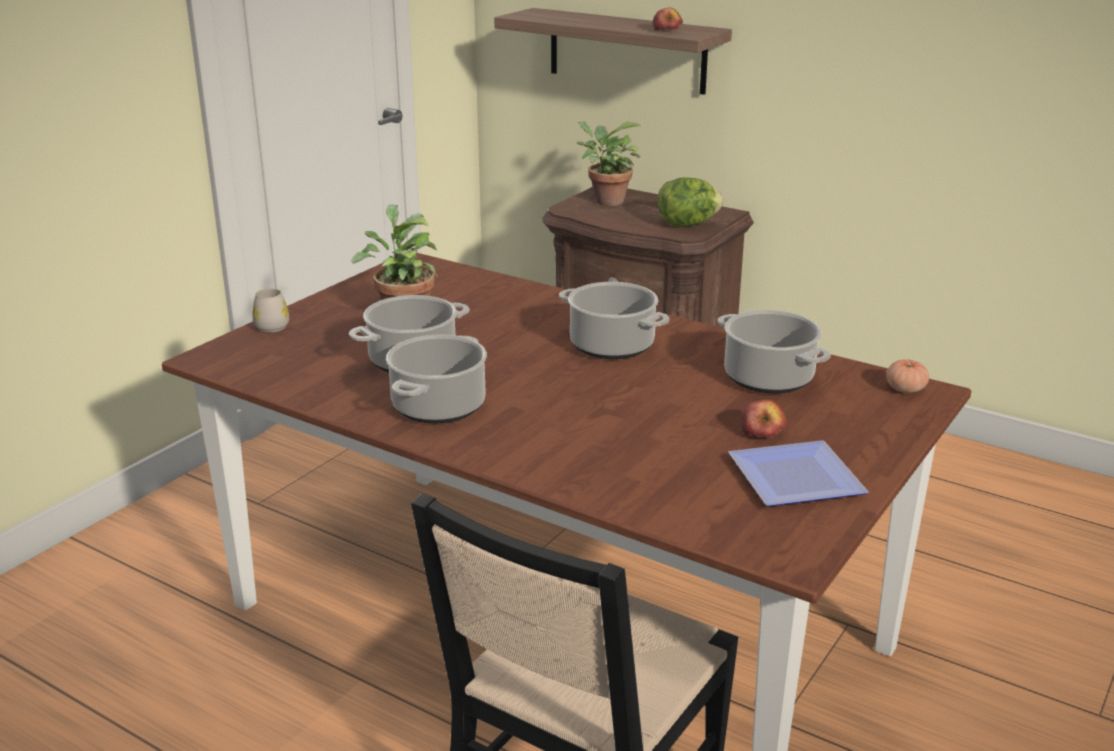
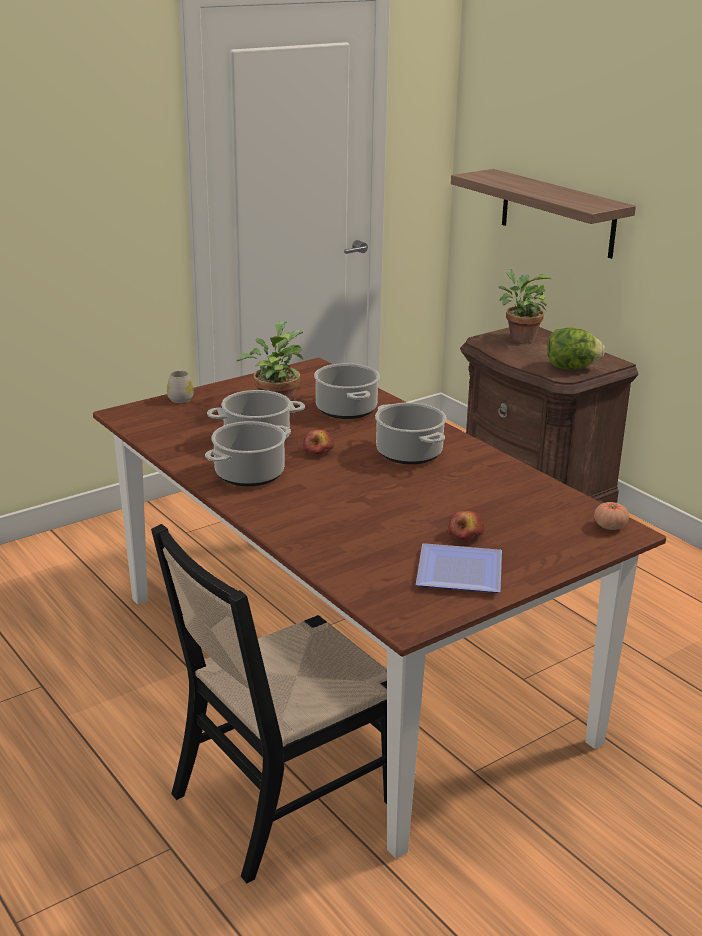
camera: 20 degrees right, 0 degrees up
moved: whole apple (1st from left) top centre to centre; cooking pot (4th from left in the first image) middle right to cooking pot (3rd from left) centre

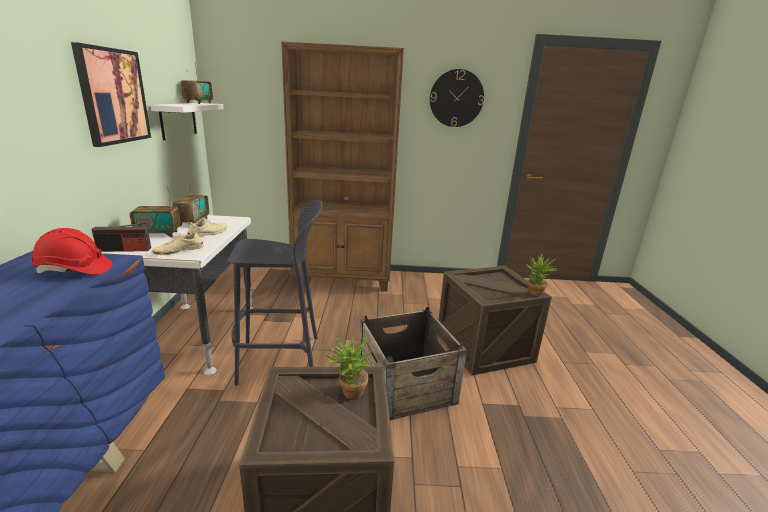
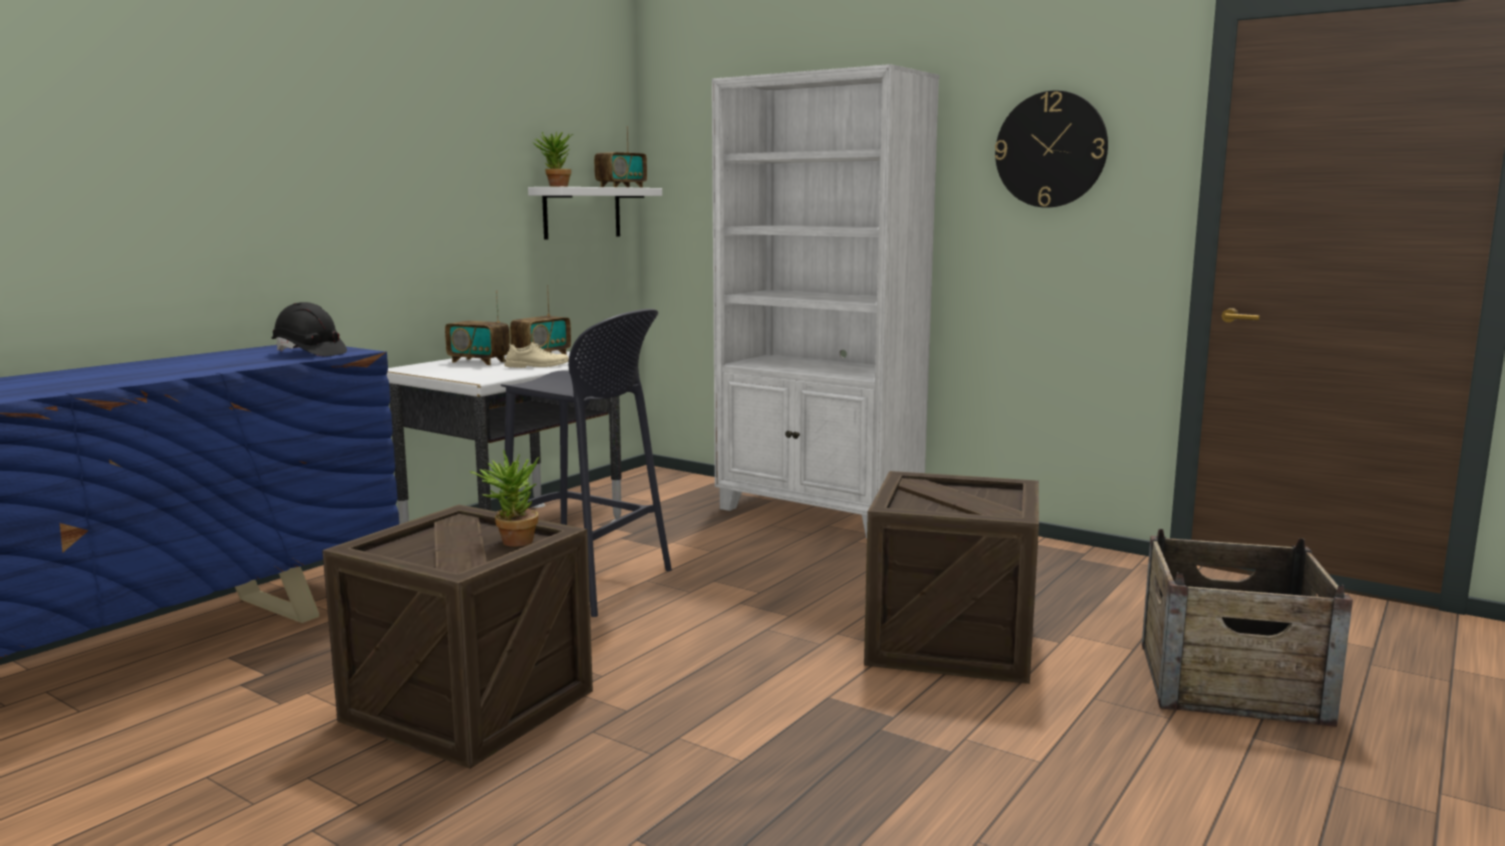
camera: 35 degrees right, 10 degrees down
removed: picture top left; radio receiver (1st from left) middle left; beige-coloured low shoe (1st from left) middle left
moved: potted plant (2nd from left) middle right to top centre; shipping crate (2nd from left in the first image) bottom centre to shipping crate (3rd from left) bottom right
recoloured: brownish bookshelf top centre to white-coloured bookshelf centre; reddish safety helmet middle left to blackish safety helmet middle left

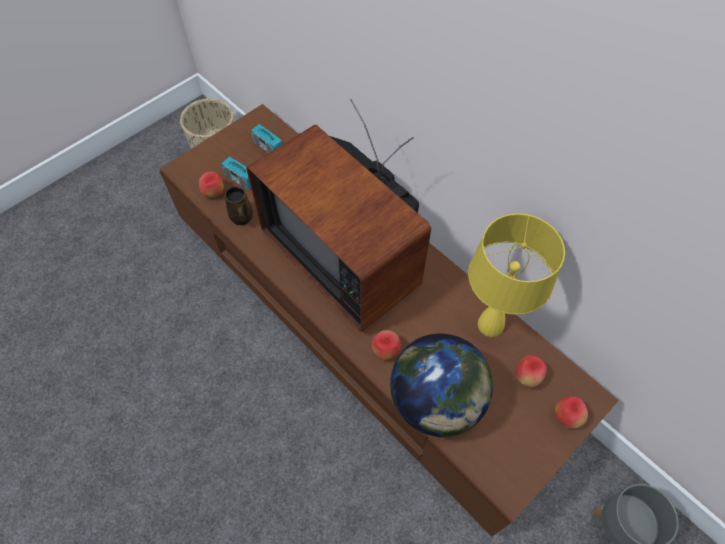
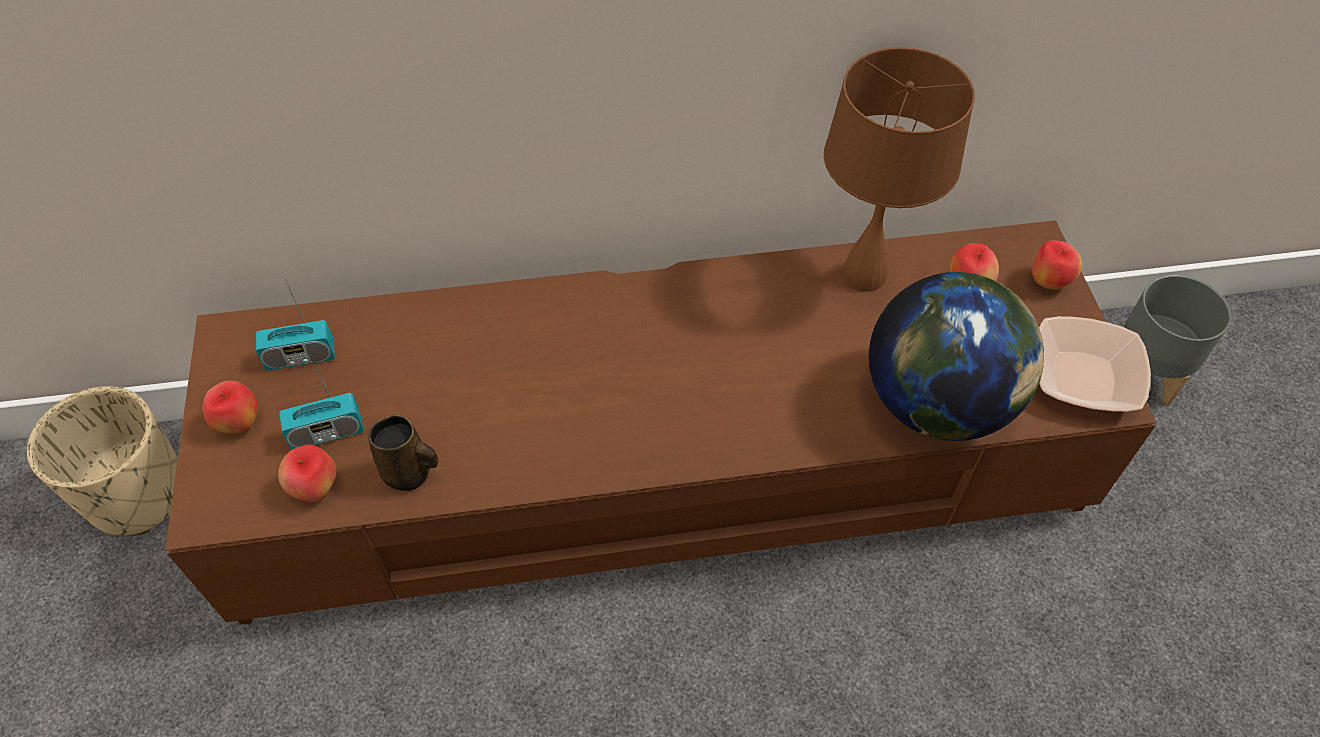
camera: 55 degrees left, 5 degrees down
removed: TV set centre
added: serving bowl middle right
moved: whole apple (2nd from left in the first image) centre to whole apple (1st from left) middle left
recoloured: yellowish lamp for a table middle right to brownish lamp for a table top right

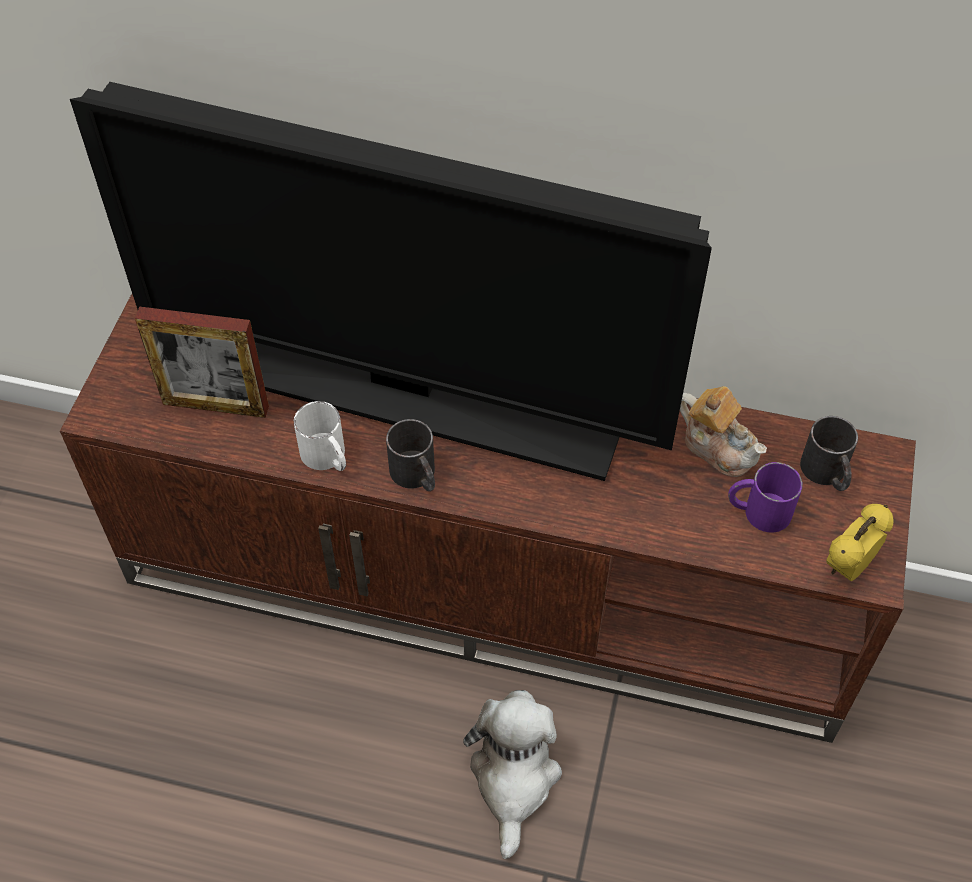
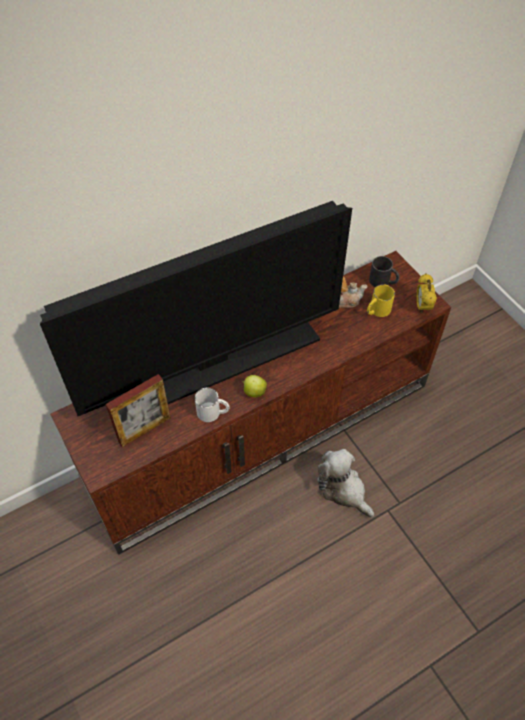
camera: 45 degrees left, 0 degrees up
replaced: blackish mug (1st from left) centre to whole apple centre
recoloured: purple mug middle right to yellowish mug middle right

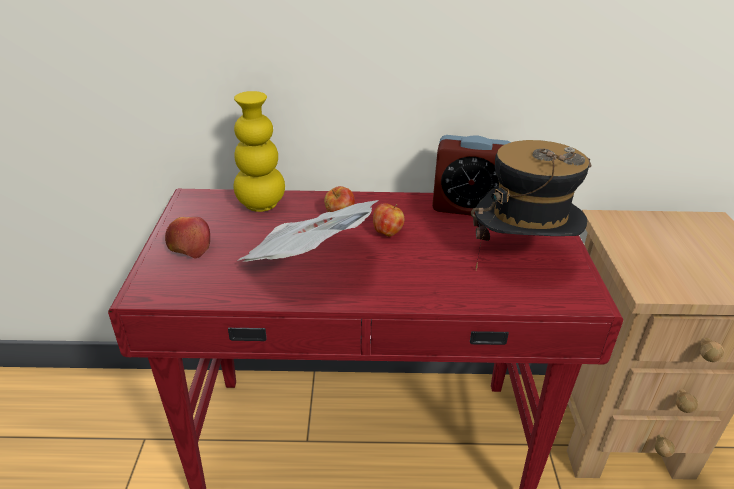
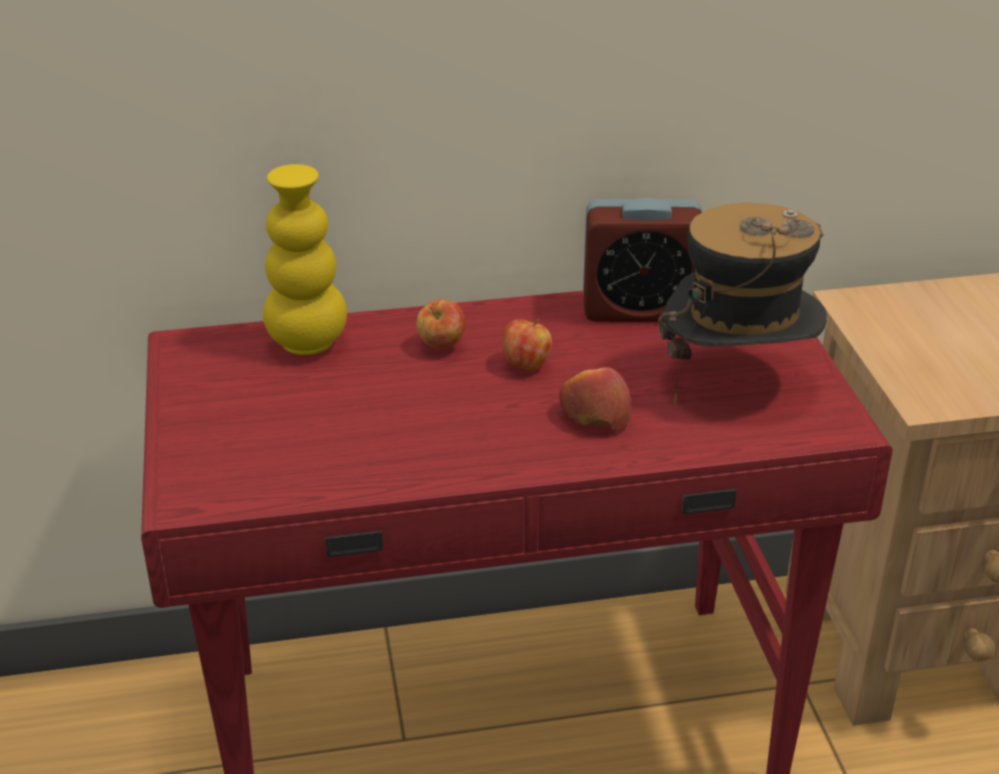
camera: 10 degrees left, 0 degrees up
removed: newspaper centre
moved: whole apple (1st from left in the first image) middle left to whole apple (3rd from left) centre

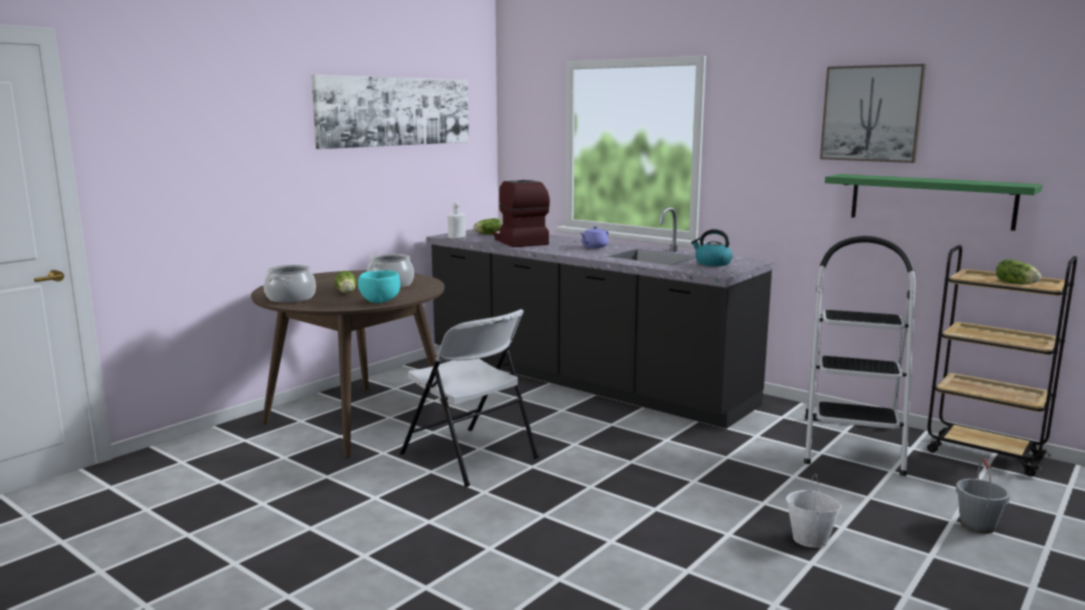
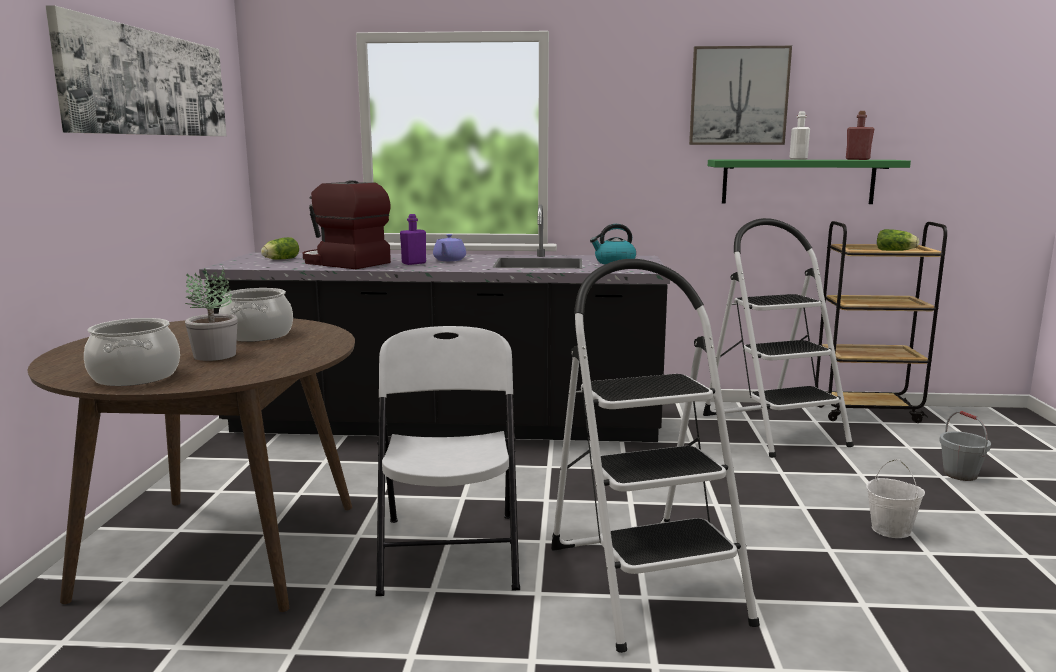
camera: 35 degrees left, 0 degrees up
removed: turquoise serving bowl centre
added: reddish beverage bottle top right; purple beverage bottle centre; step stool (1st from left) bottom centre
moved: white-coloured beverage bottle centre to top right
replaced: lettuce head (1st from left) middle left to potted plant middle left
turned: white-coloured upright chair centre = bottom centre 105 degrees counterclockwise

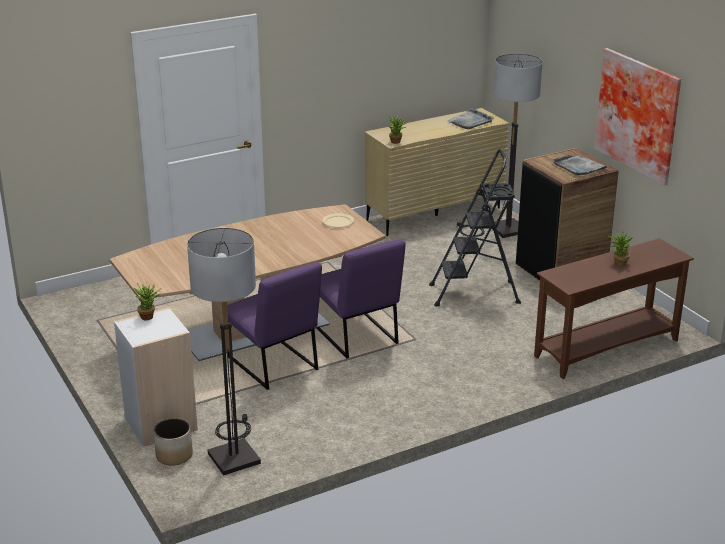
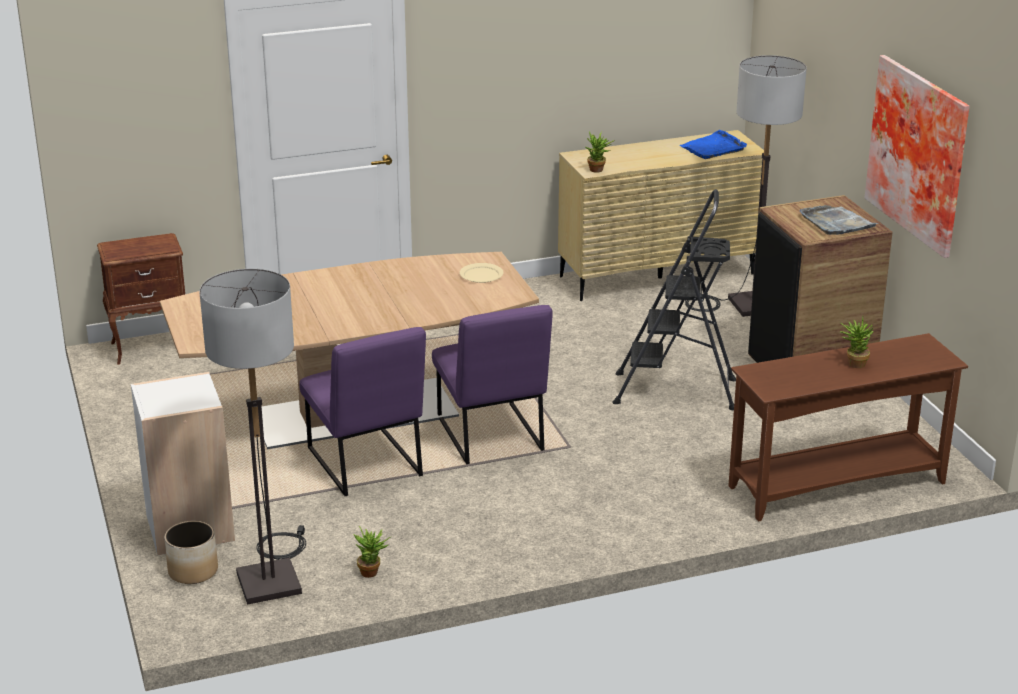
camera: 10 degrees right, 0 degrees up
added: brownish bedside table middle left
moved: potted plant (1st from left) middle left to bottom centre
recoloured: greyish serving tray (1st from left) top centre to bluish serving tray top right

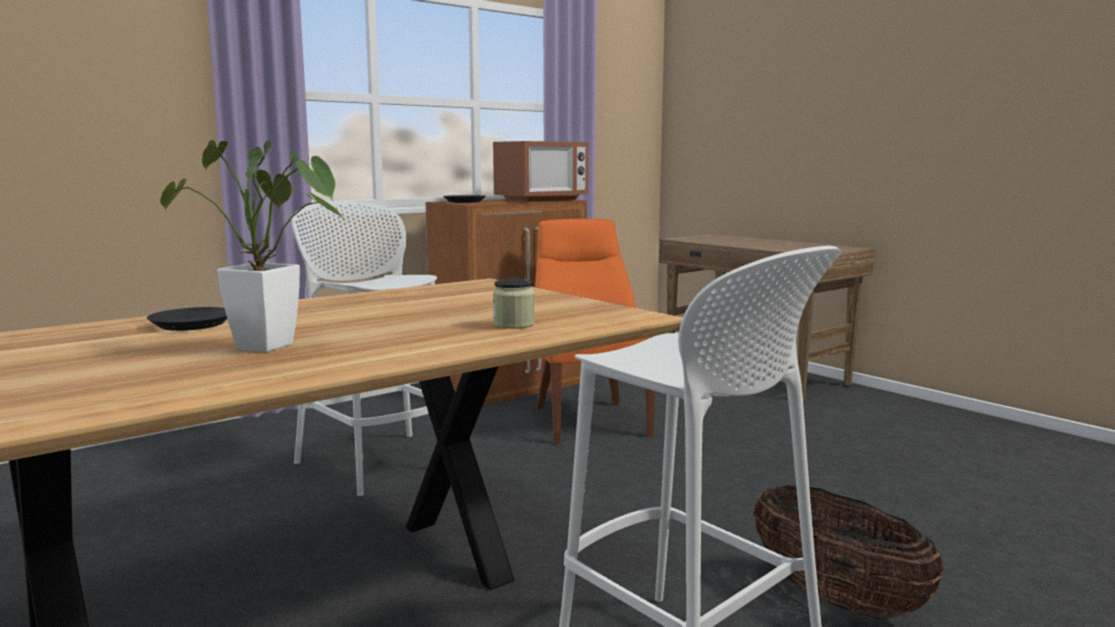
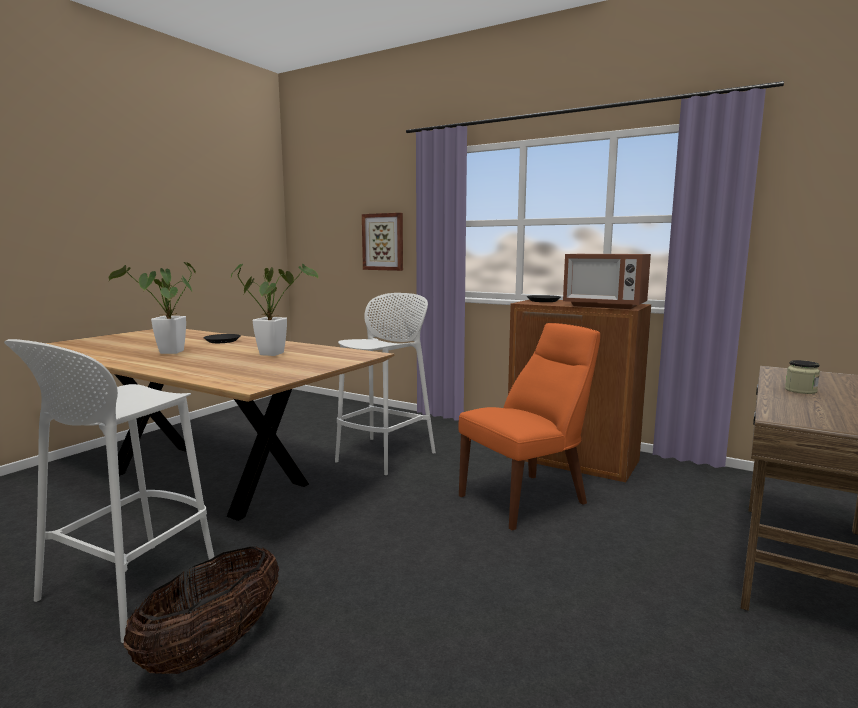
camera: 70 degrees right, 0 degrees up
added: picture centre; potted plant (2nd from left) middle left
moved: preserve jar centre to middle right

